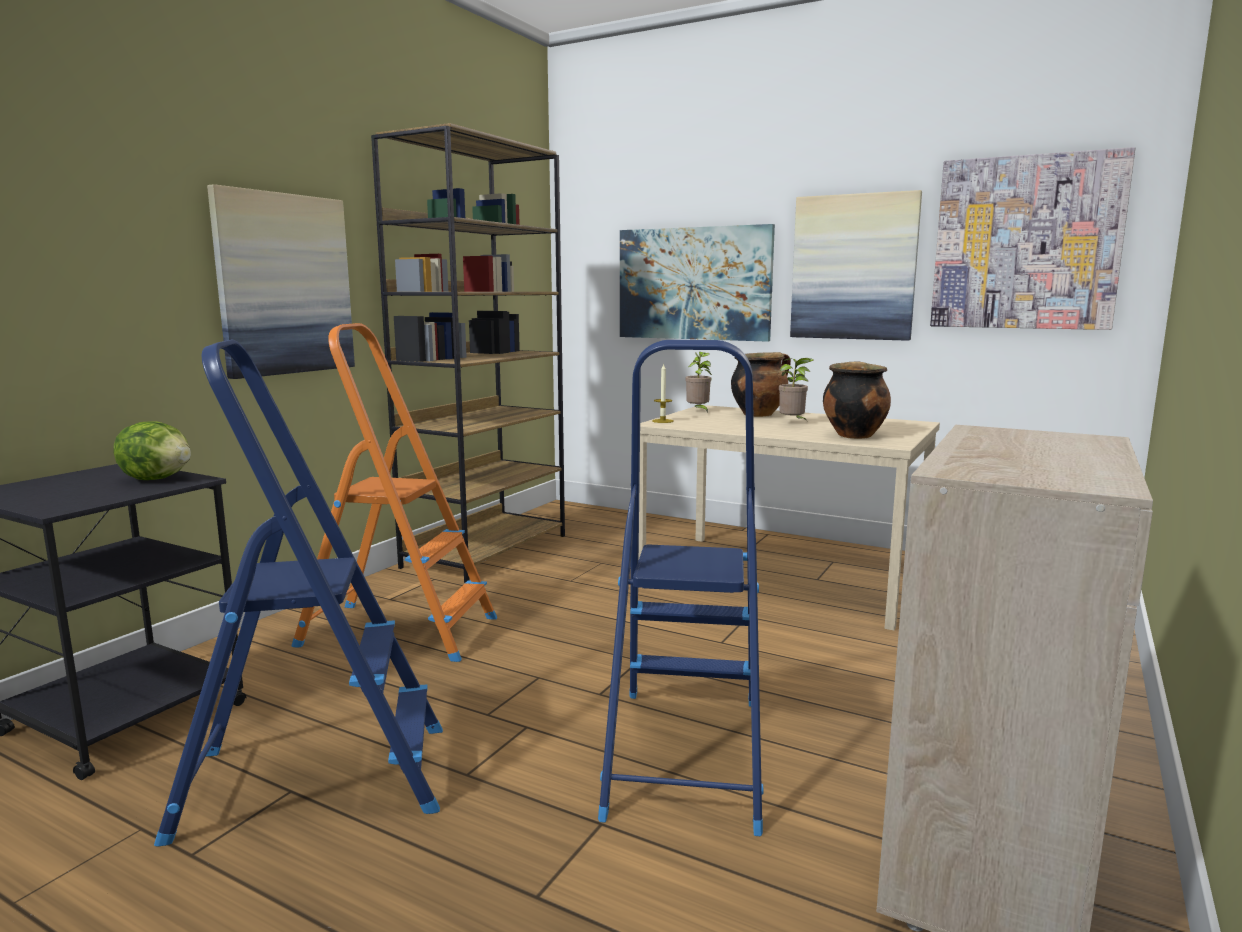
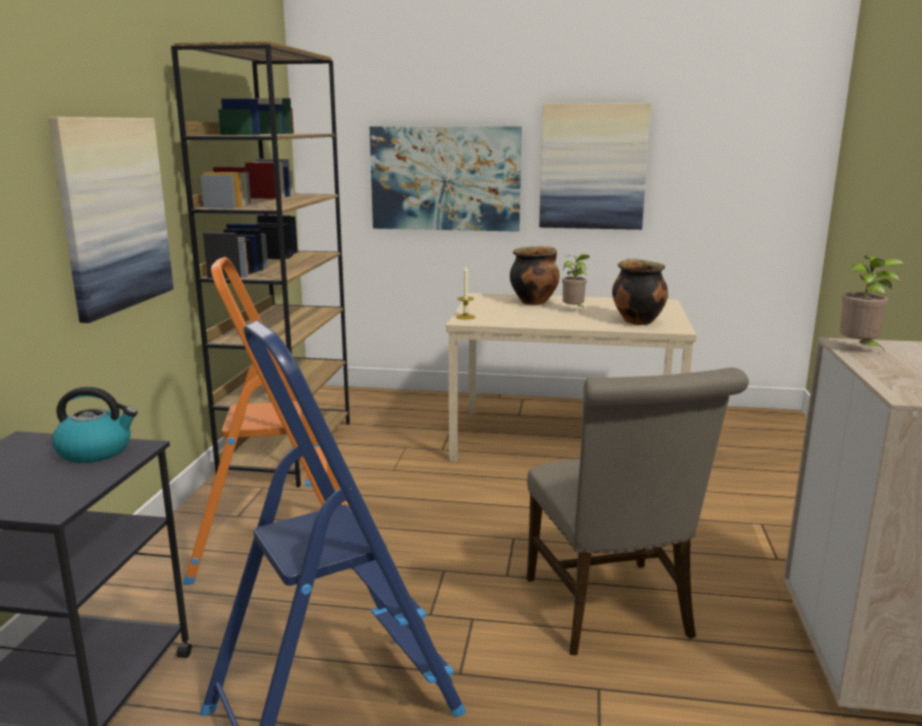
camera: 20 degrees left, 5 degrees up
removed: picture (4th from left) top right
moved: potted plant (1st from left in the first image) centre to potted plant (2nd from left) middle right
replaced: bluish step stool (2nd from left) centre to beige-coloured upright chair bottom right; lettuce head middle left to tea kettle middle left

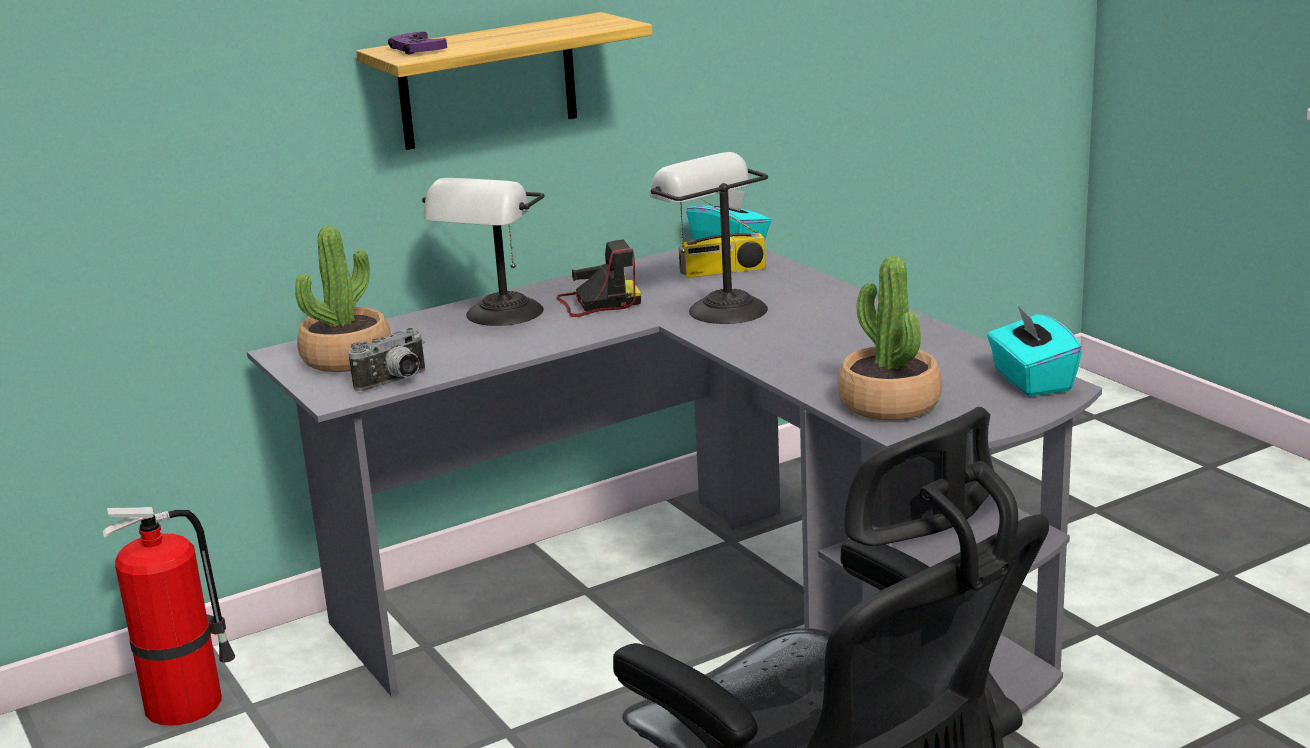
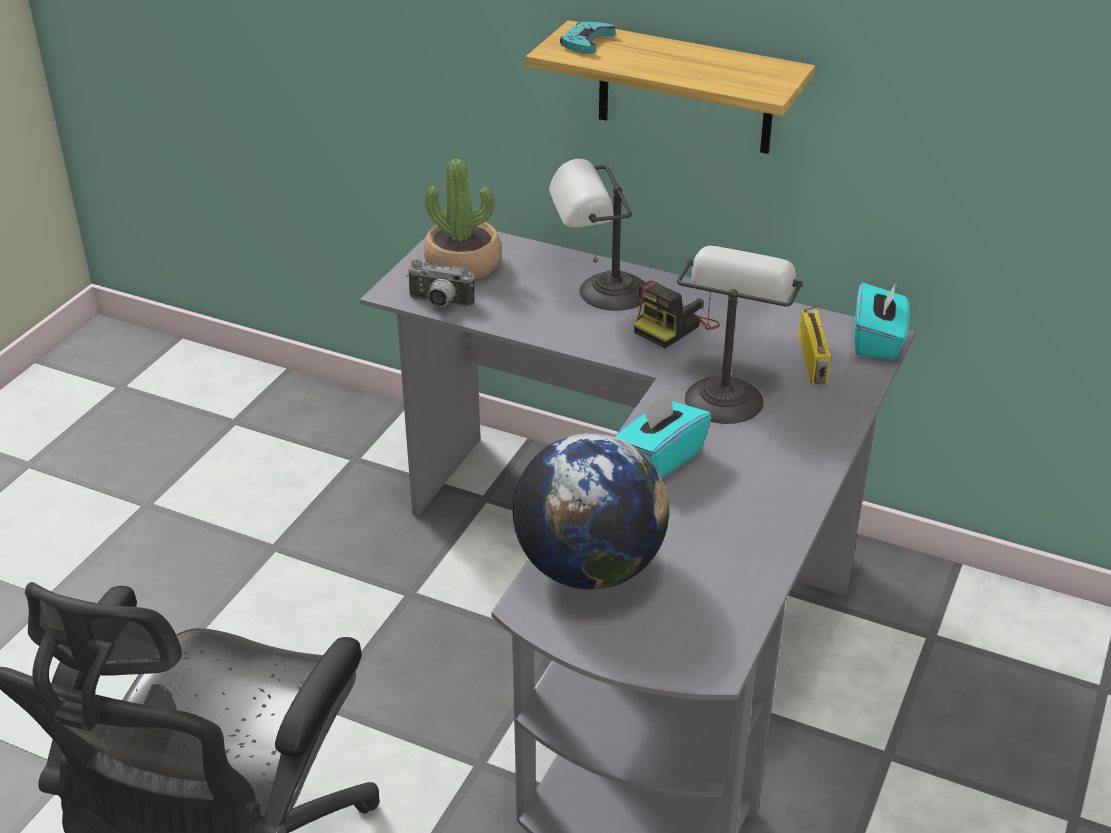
camera: 55 degrees right, 15 degrees up
removed: fire-fighting cylinder bottom left
moved: turquoise tissue holder (2nd from left in the first image) middle right to turquoise tissue holder (1st from left) centre
replaced: potted plant (2nd from left) middle right to globe centre
recoloured: purple joypad top left to turquoise joypad top centre
turned: radio receiver top centre = middle right 135 degrees counterclockwise; still camera (2nd from left) centre = centre 90 degrees clockwise

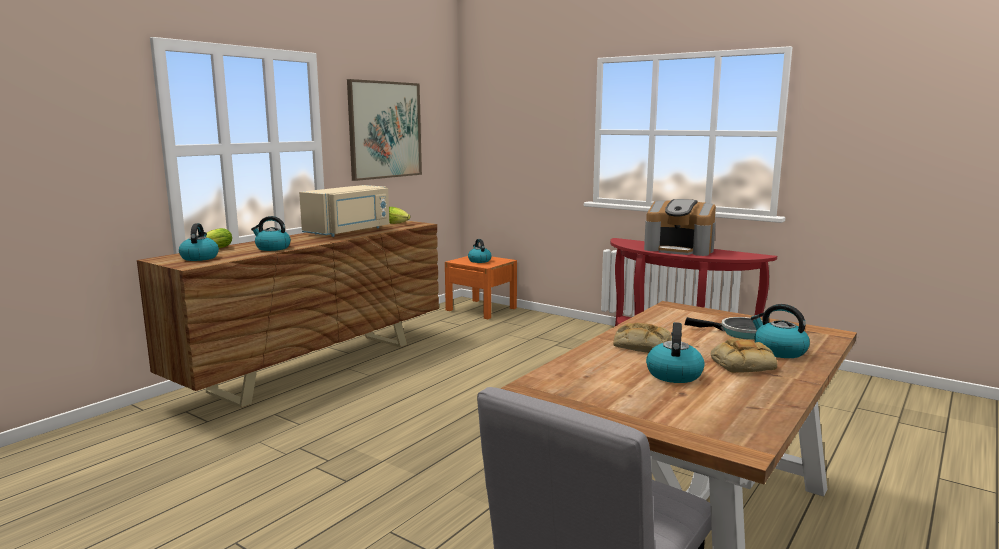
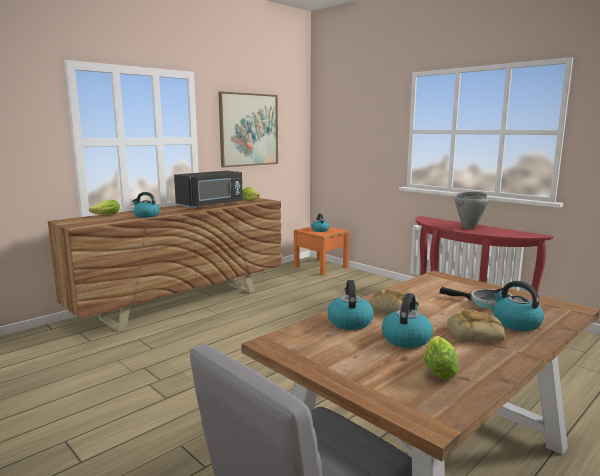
camera: 10 degrees right, 0 degrees up
added: lettuce head (3rd from left) bottom right
moved: tea kettle (1st from left in the first image) middle left to tea kettle (3rd from left) centre
replaced: coffee maker middle right to greyish cooking pot middle right
recoloured: beige-coloured kitchen microwave centre to blackish kitchen microwave centre

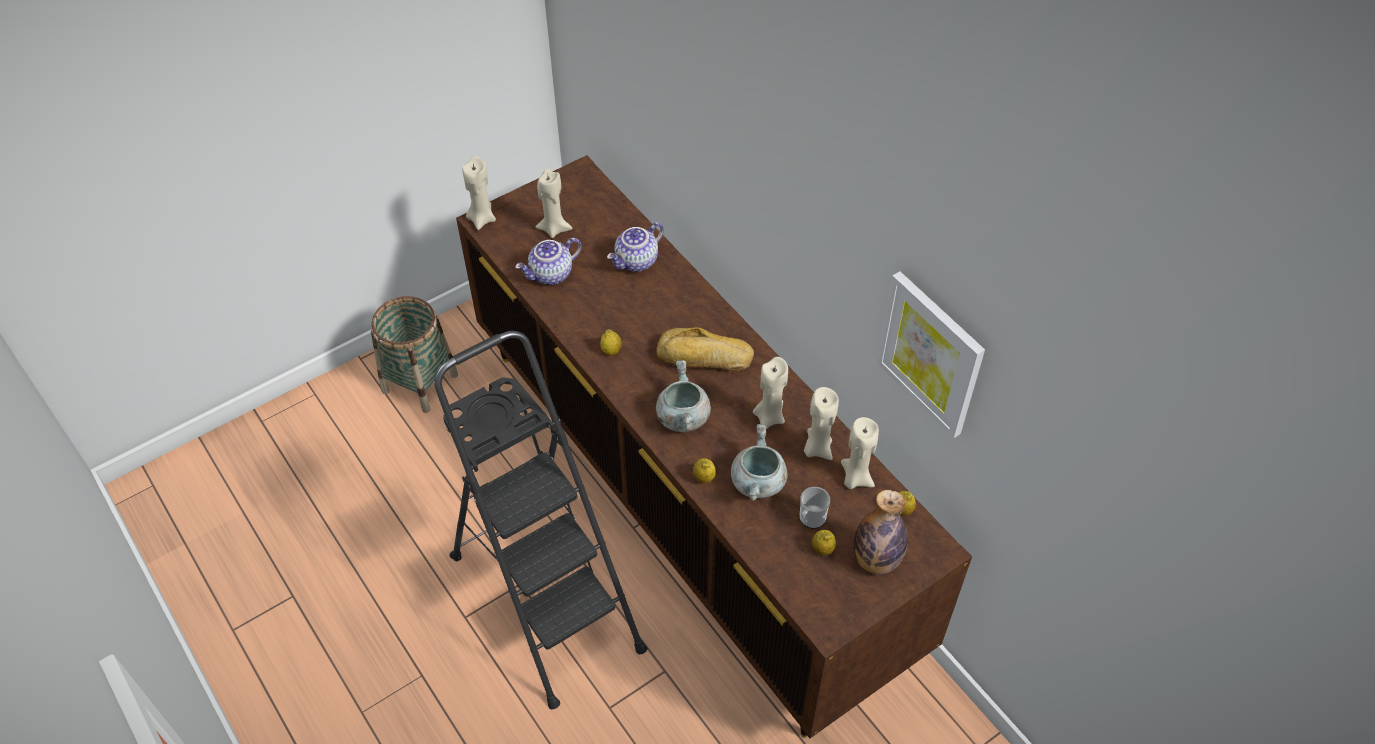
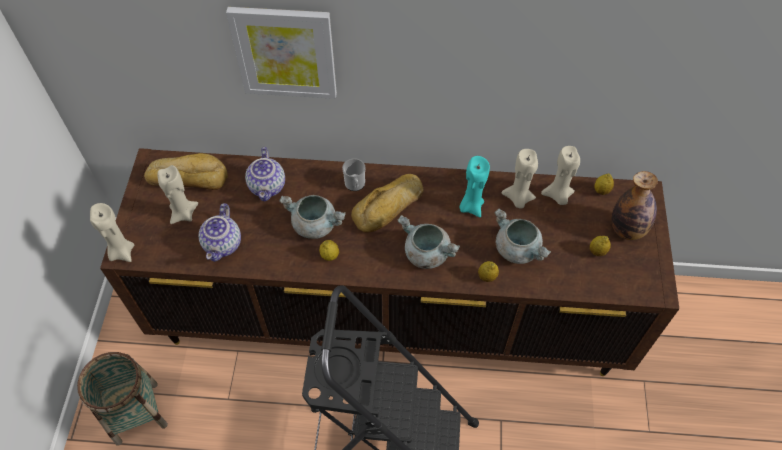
camera: 50 degrees left, 5 degrees up
added: bread (1st from left) middle left; greyish cooking pot (1st from left) centre
moved: picture middle right to top centre; mug bottom centre to centre
recoloured: beige-coloured candle (3rd from left) centre to turquoise candle centre

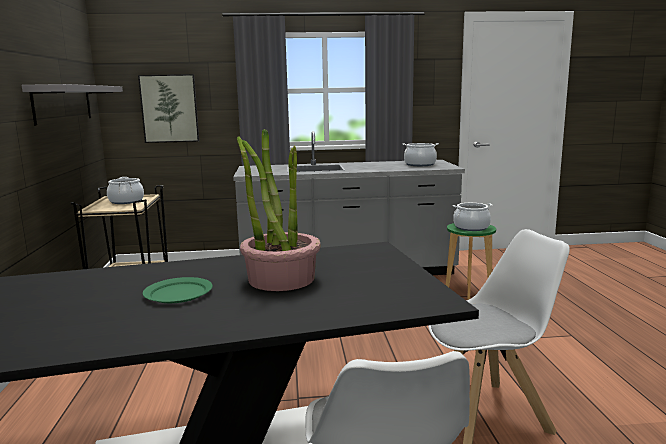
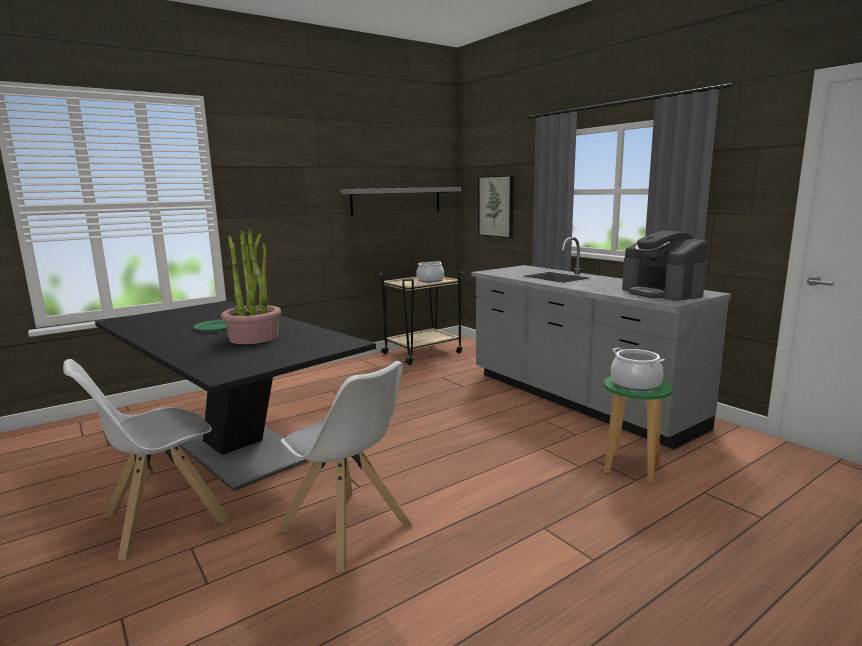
camera: 60 degrees right, 0 degrees up
replaced: cooking pot (2nd from left) centre to coffee maker middle right

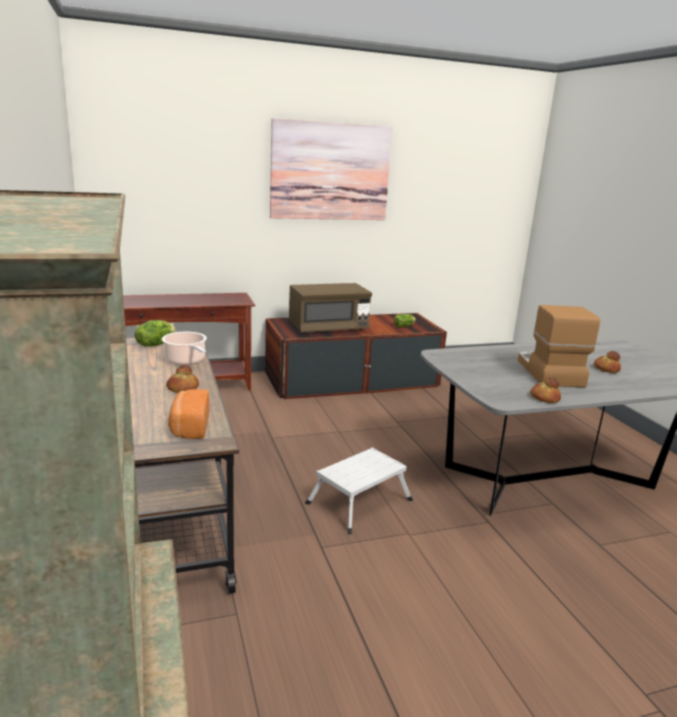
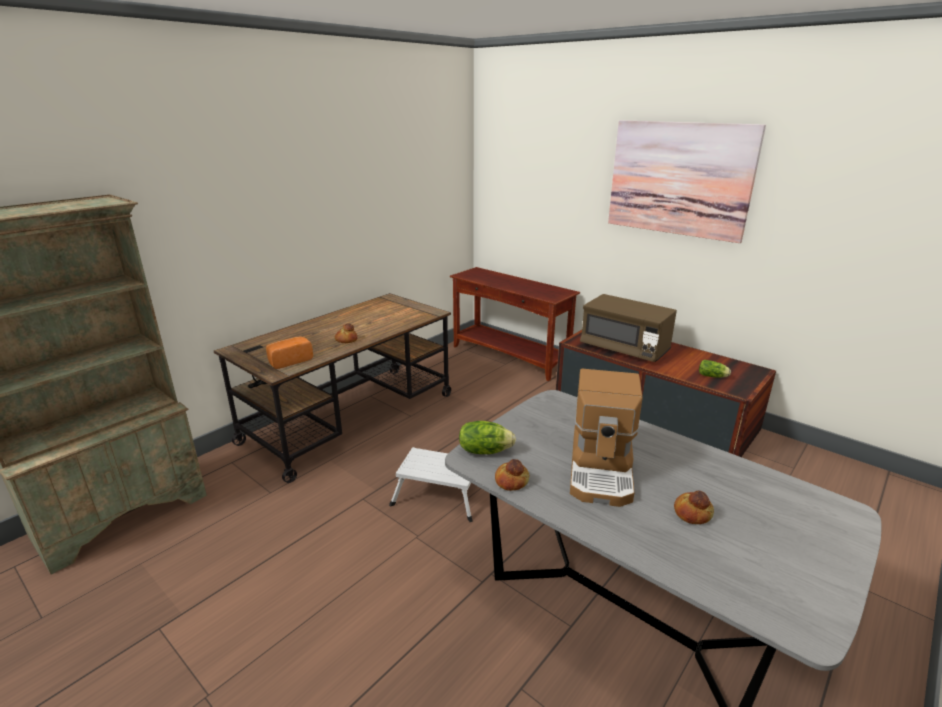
camera: 60 degrees right, 5 degrees up
removed: cooking pot middle left
moved: lettuce head (1st from left) middle left to centre
turned: coffee maker middle right = centre 135 degrees clockwise

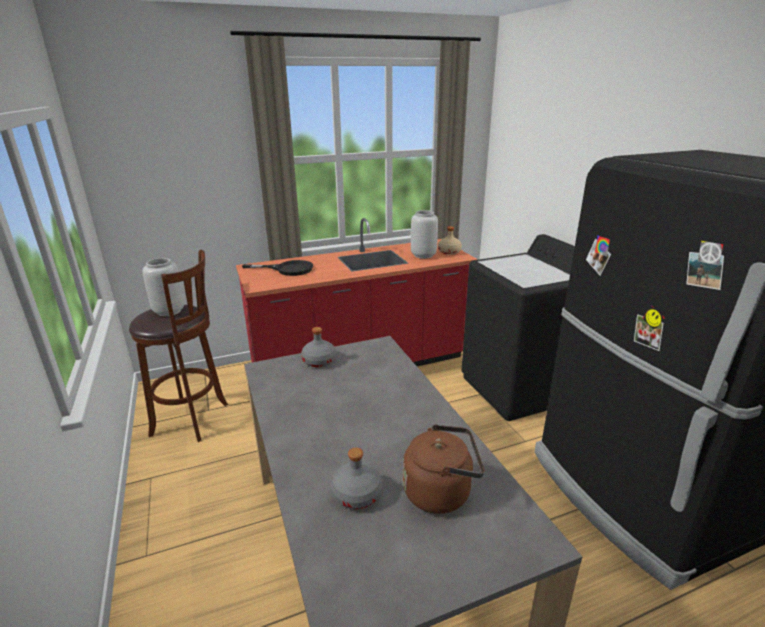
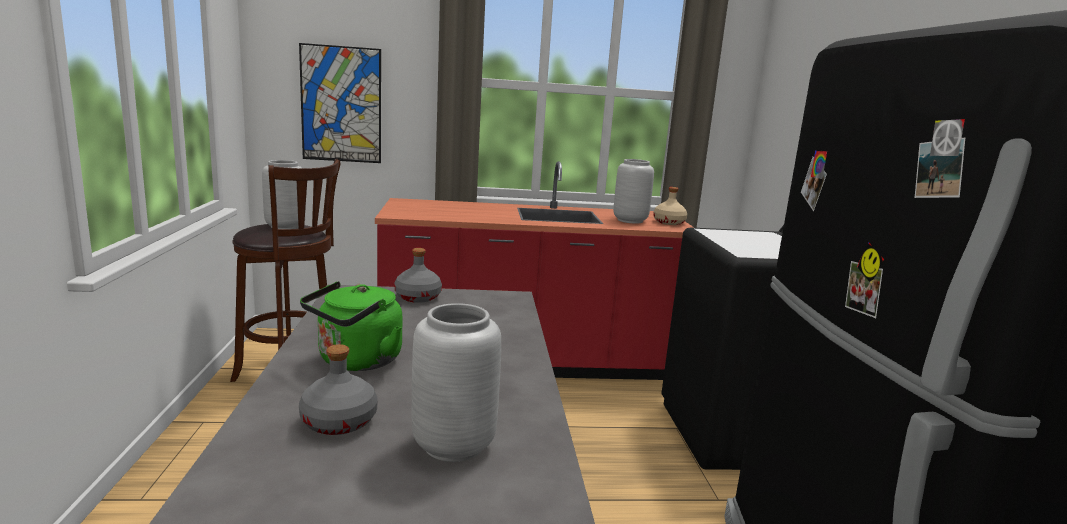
camera: 15 degrees right, 10 degrees down
removed: blackish skillet centre
added: picture top left; greenish tea kettle middle left
replaced: brownish tea kettle bottom centre to greyish decorative vase (2nd from left) bottom centre

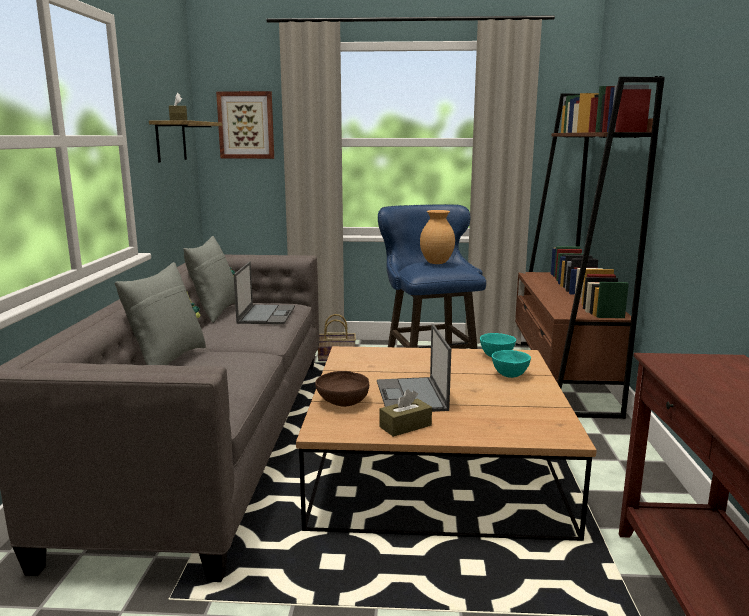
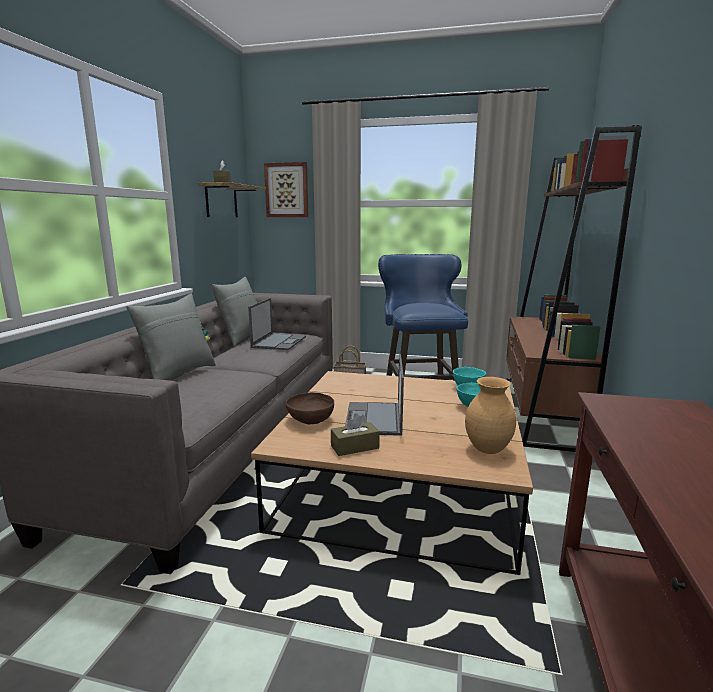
camera: 10 degrees right, 0 degrees up
moved: brownish decorative vase centre to middle right

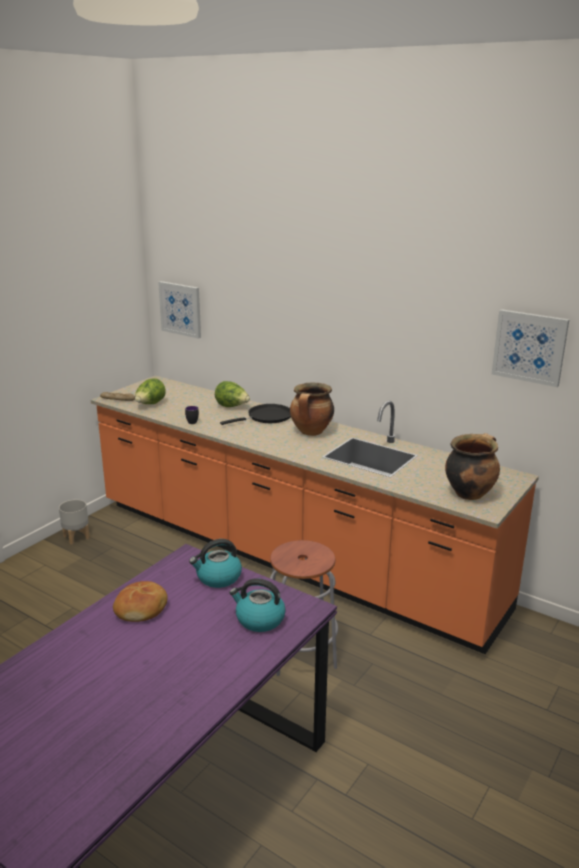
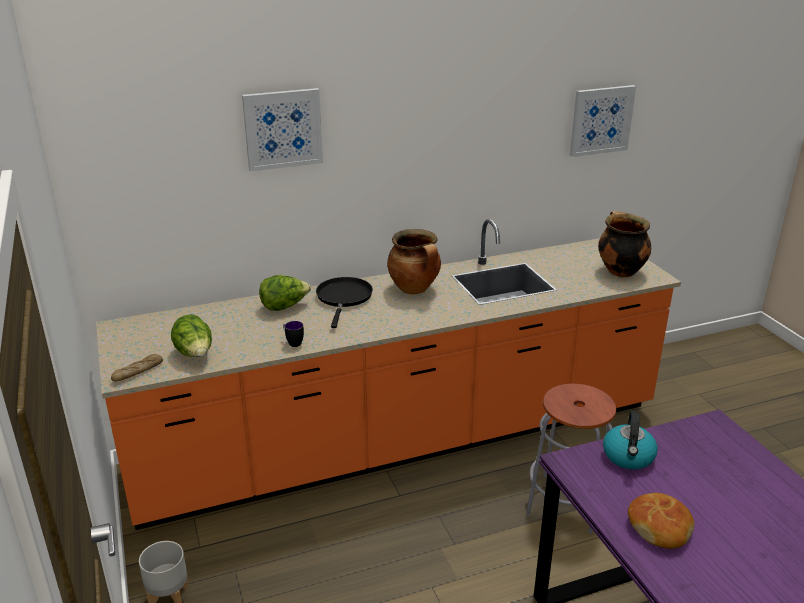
camera: 55 degrees left, 5 degrees up
removed: tea kettle (2nd from left) bottom centre
moved: picture (1st from left) middle left to top centre

